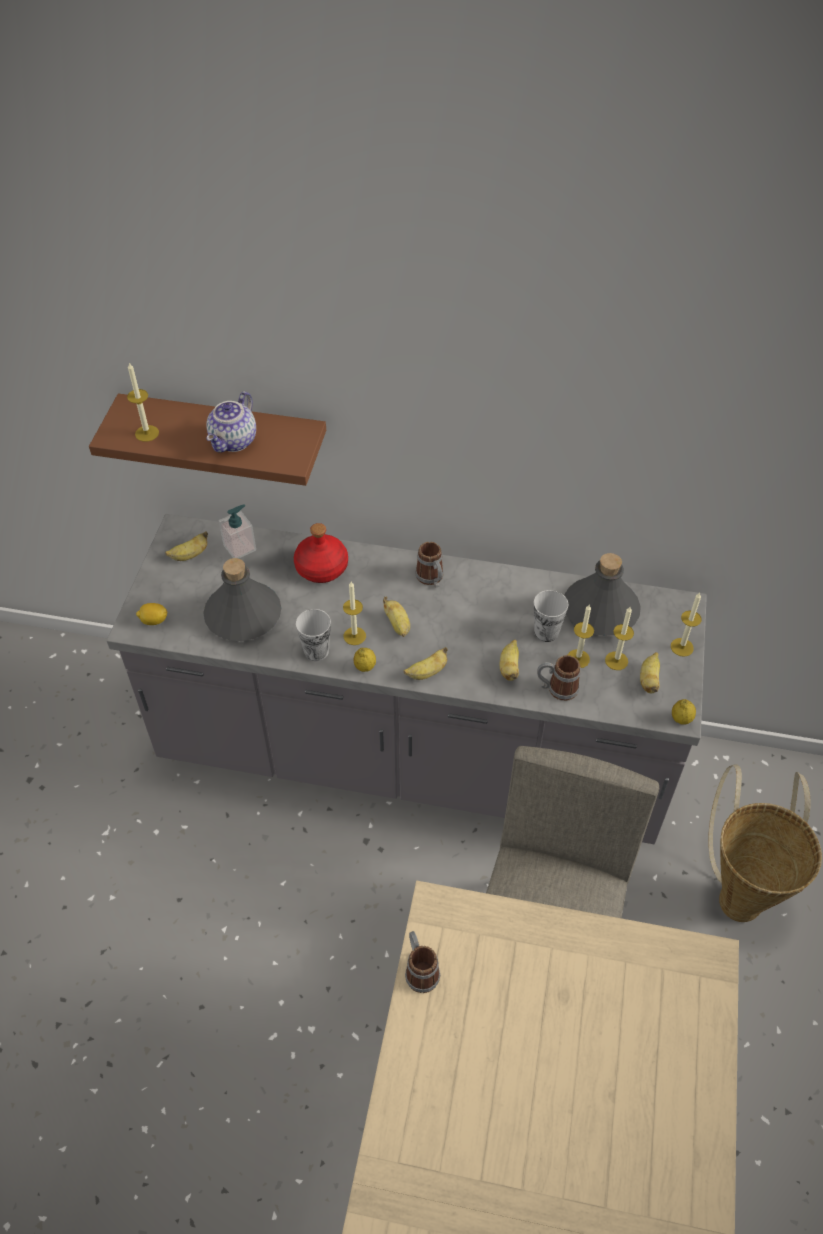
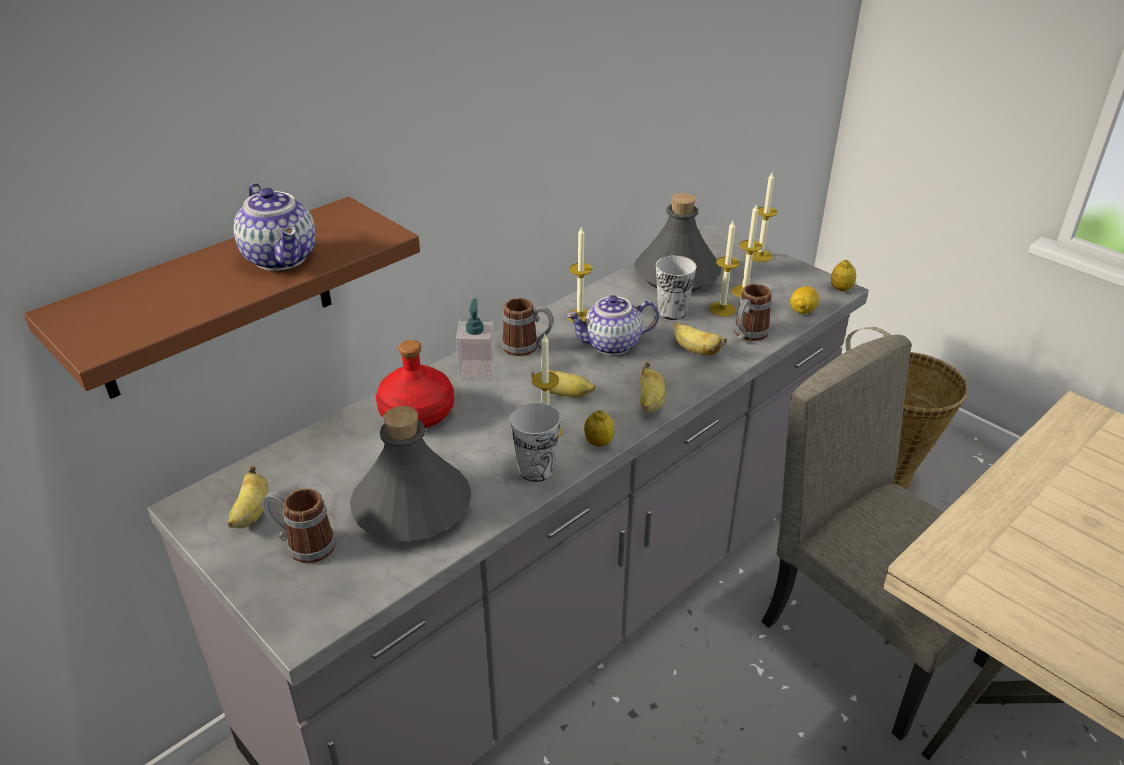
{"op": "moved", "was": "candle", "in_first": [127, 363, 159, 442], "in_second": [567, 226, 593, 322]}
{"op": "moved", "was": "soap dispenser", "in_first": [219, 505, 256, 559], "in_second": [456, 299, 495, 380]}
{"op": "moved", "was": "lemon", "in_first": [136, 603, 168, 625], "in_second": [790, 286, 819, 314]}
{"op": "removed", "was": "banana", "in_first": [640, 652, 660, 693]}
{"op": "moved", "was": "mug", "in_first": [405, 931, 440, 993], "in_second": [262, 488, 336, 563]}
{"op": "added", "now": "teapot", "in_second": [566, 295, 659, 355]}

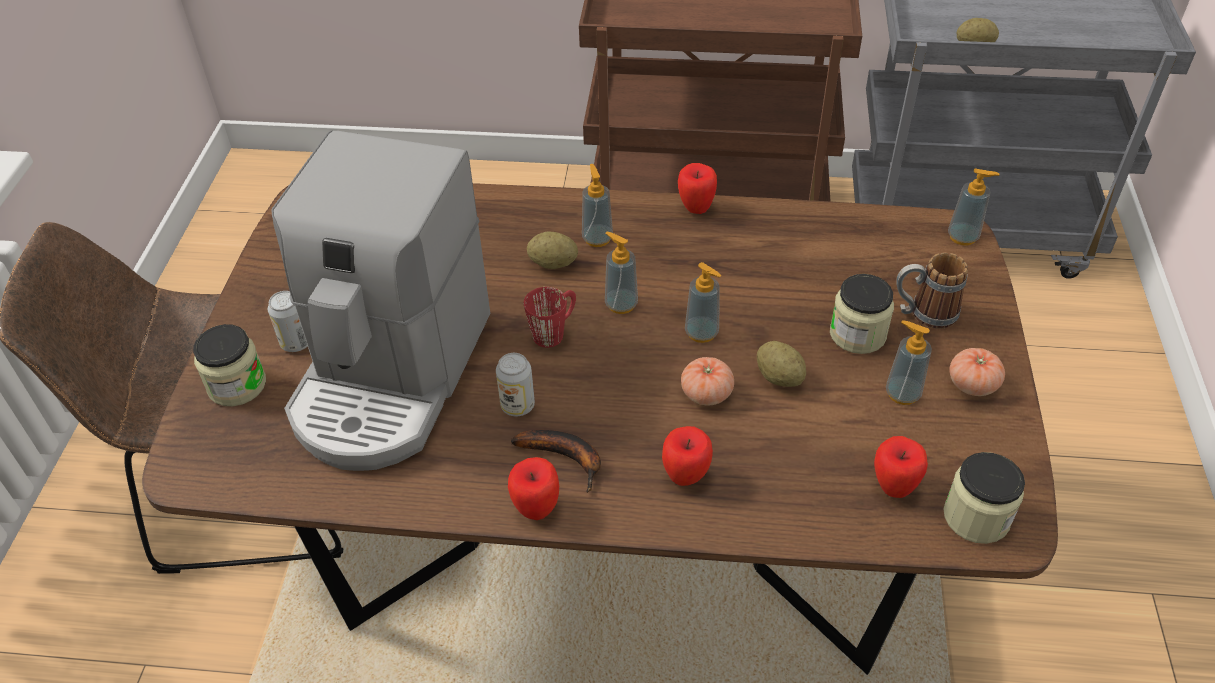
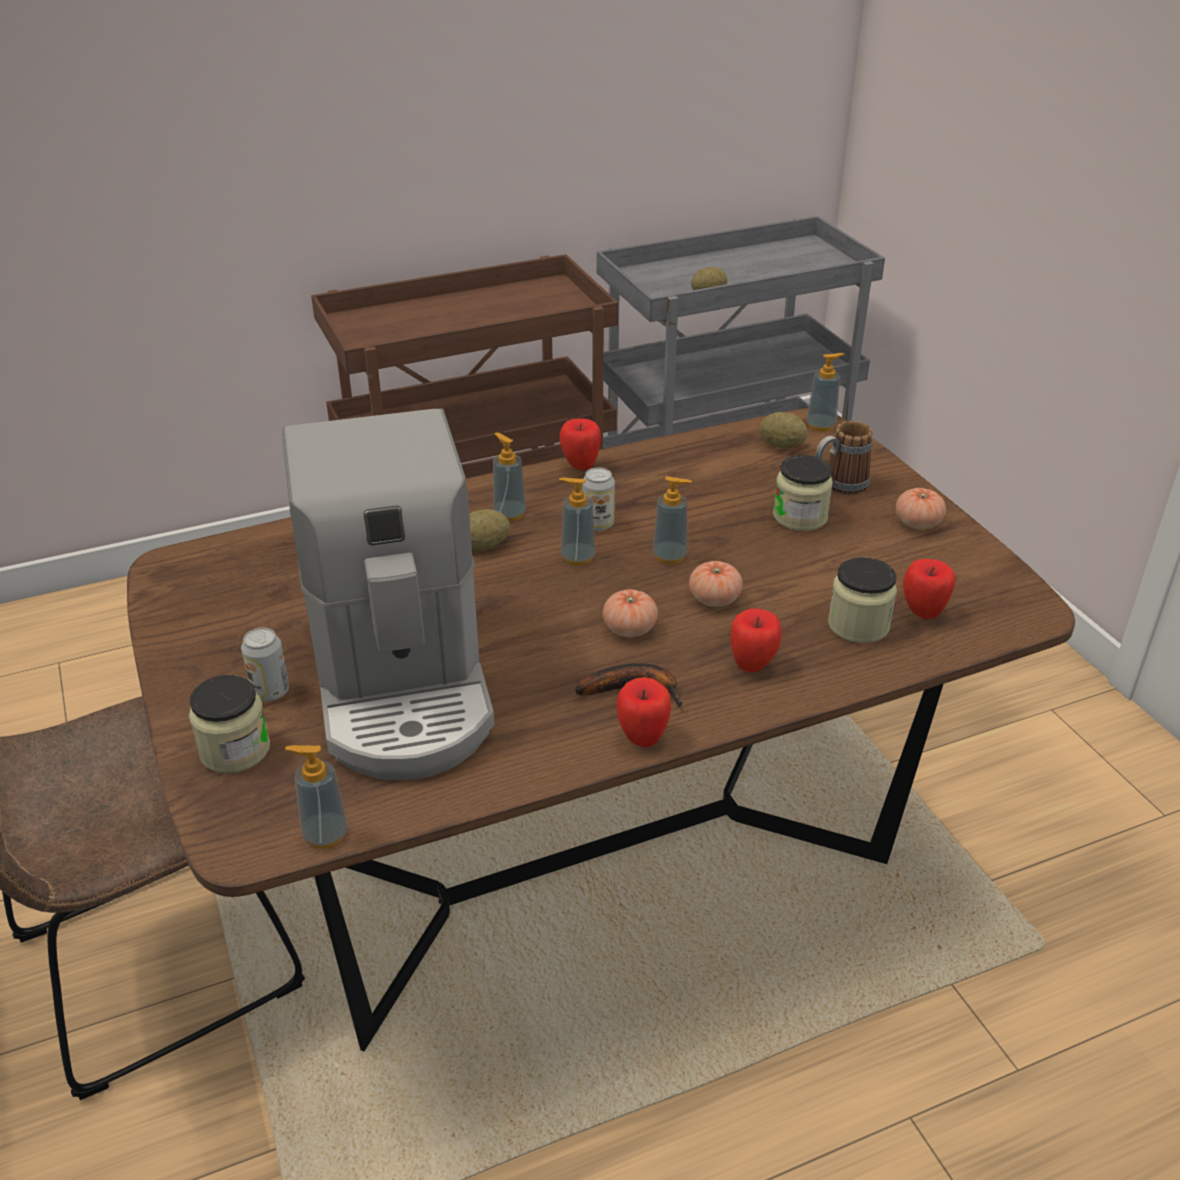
{"op": "removed", "was": "red mug", "in_first": [524, 287, 576, 348]}
{"op": "moved", "was": "soap dispenser", "in_first": [886, 320, 932, 405], "in_second": [285, 745, 348, 849]}
{"op": "moved", "was": "potato", "in_first": [757, 341, 806, 387], "in_second": [759, 412, 808, 449]}
{"op": "moved", "was": "can", "in_first": [496, 353, 535, 416], "in_second": [582, 467, 615, 531]}
{"op": "moved", "was": "jar", "in_first": [944, 452, 1025, 544], "in_second": [828, 557, 897, 643]}
{"op": "added", "now": "tomato", "in_second": [603, 589, 658, 637]}

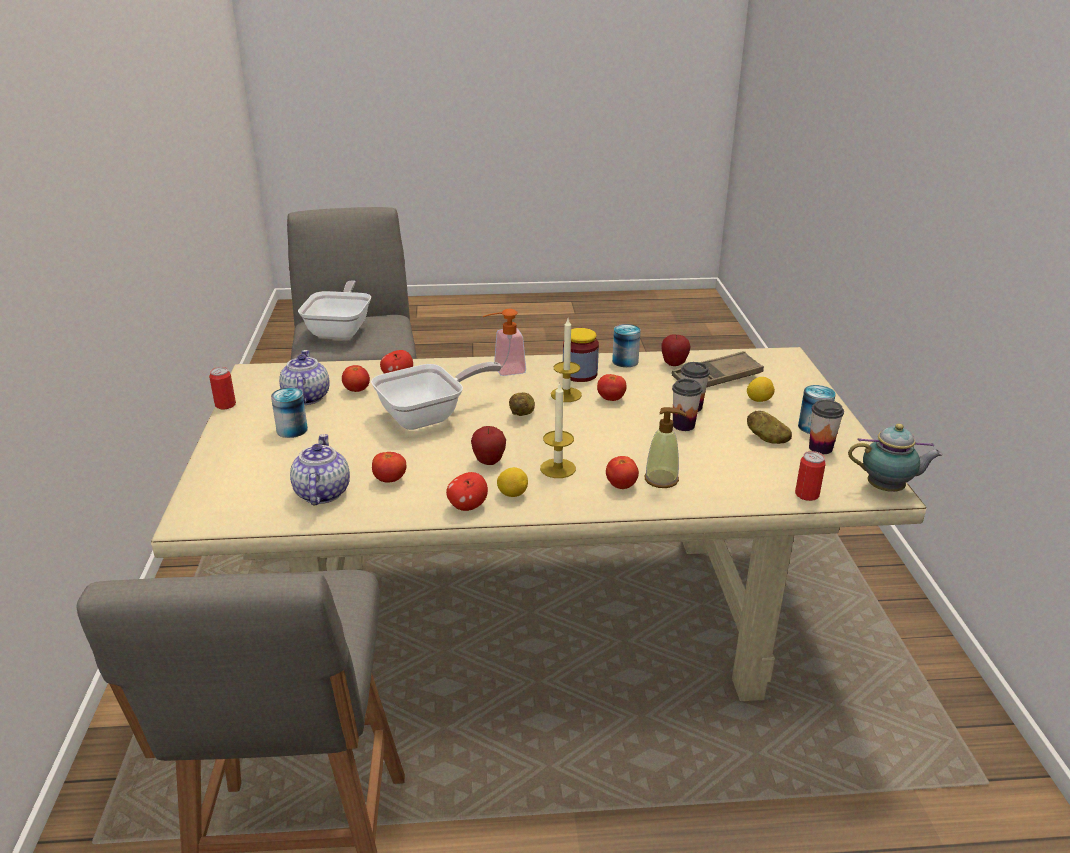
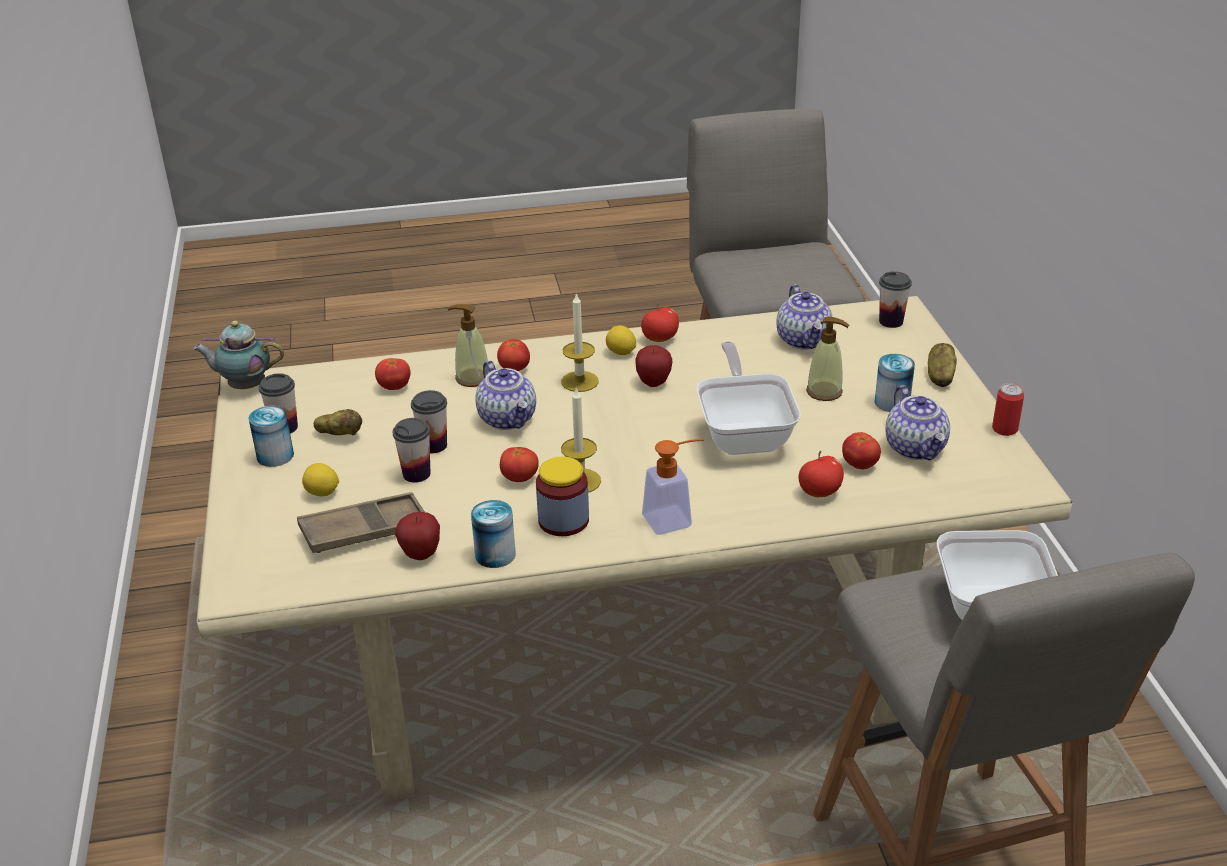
{"op": "turned", "was": "frying pan", "in_first": [371, 362, 502, 430], "in_second": [696, 341, 801, 455], "clockwise": 120}
{"op": "moved", "was": "potato", "in_first": [509, 393, 535, 416], "in_second": [928, 343, 957, 387]}
{"op": "removed", "was": "can", "in_first": [795, 451, 826, 501]}
{"op": "moved", "was": "tomato", "in_first": [372, 452, 406, 483], "in_second": [375, 358, 410, 390]}
{"op": "added", "now": "cup", "in_second": [879, 271, 912, 328]}
{"op": "added", "now": "soap dispenser", "in_second": [806, 317, 849, 401]}
{"op": "added", "now": "teapot", "in_second": [475, 361, 536, 430]}

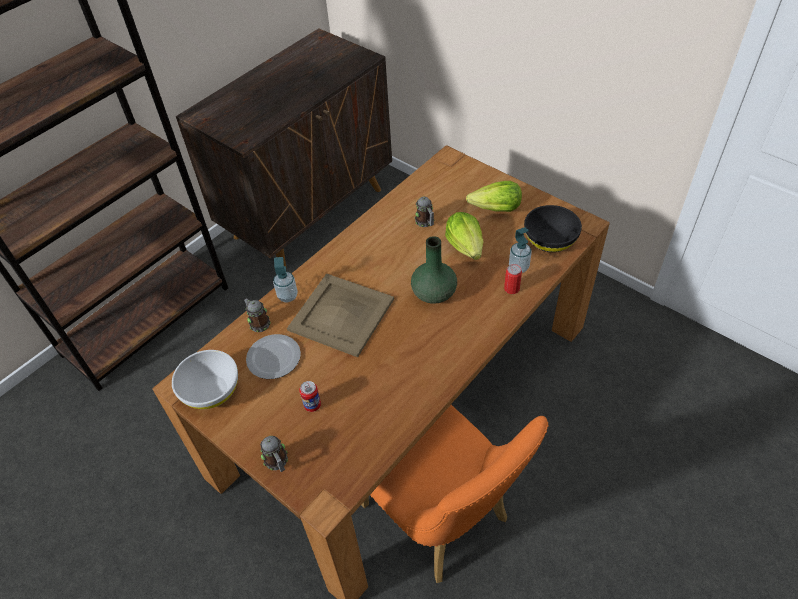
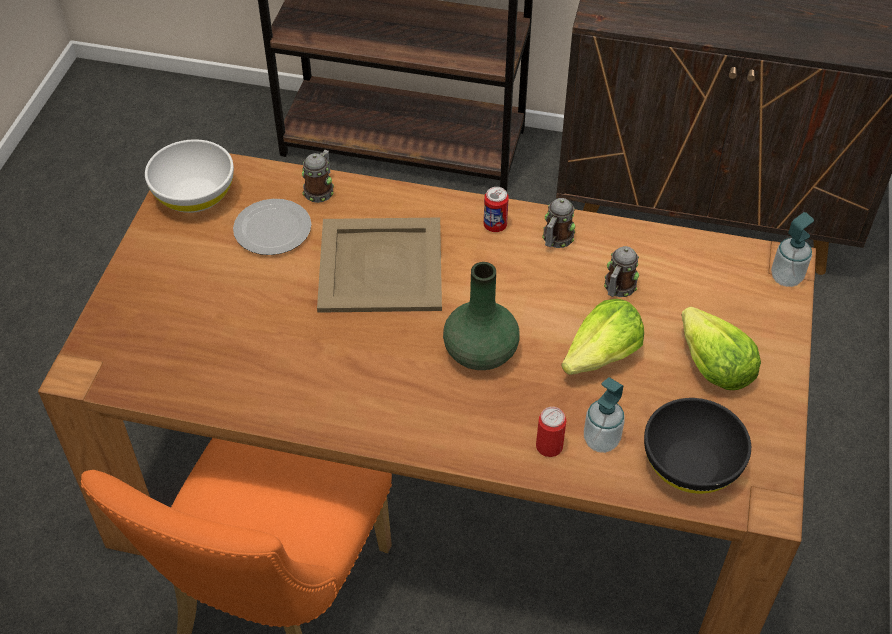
{"op": "moved", "was": "soap dispenser", "in_first": [273, 257, 298, 302], "in_second": [771, 212, 814, 287]}
{"op": "moved", "was": "can", "in_first": [299, 381, 321, 412], "in_second": [484, 187, 509, 232]}
{"op": "moved", "was": "mug", "in_first": [260, 436, 288, 472], "in_second": [542, 198, 575, 248]}

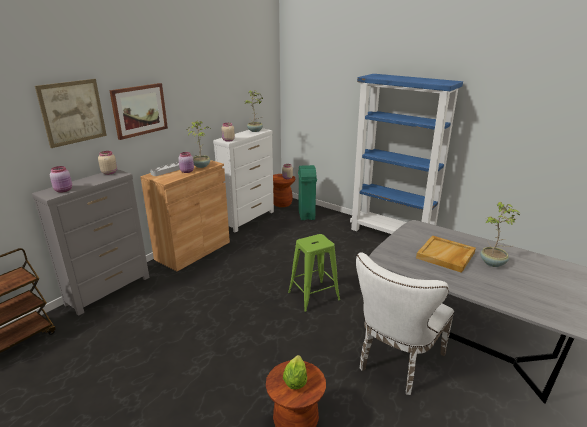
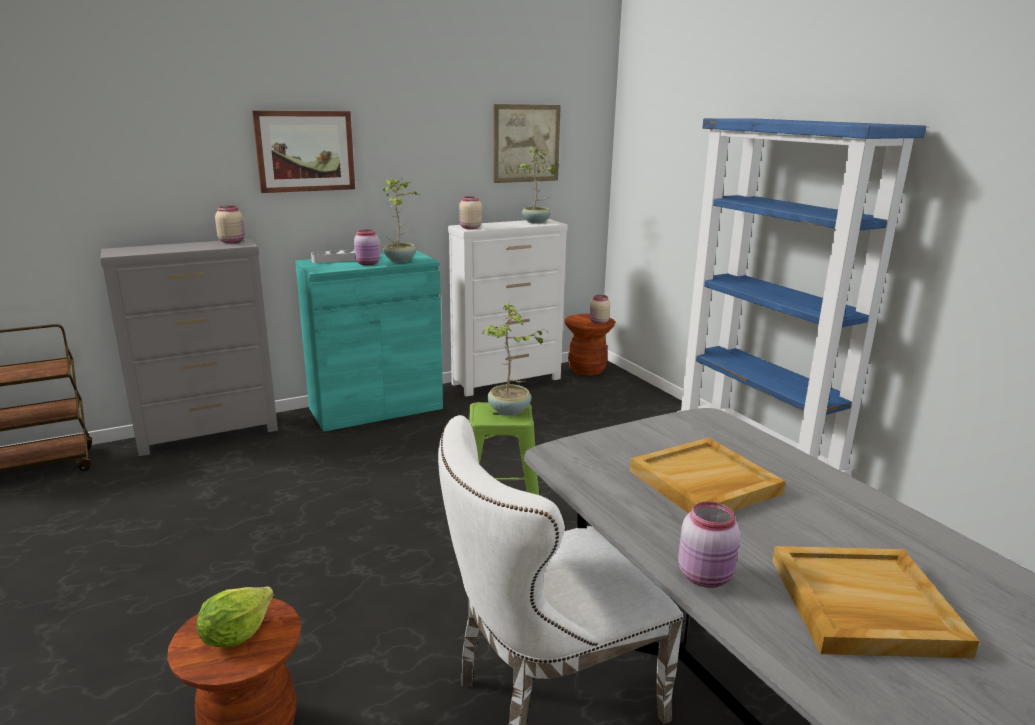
{"op": "moved", "was": "picture", "in_first": [35, 79, 107, 148], "in_second": [493, 104, 561, 183]}
{"op": "recoloured", "was": "brown cabinet", "now": "turquoise cabinet", "in_first": [140, 160, 230, 271], "in_second": [295, 250, 443, 432]}
{"op": "removed", "was": "green trash can", "in_first": [298, 165, 317, 220]}
{"op": "moved", "was": "pink jar", "in_first": [50, 166, 72, 193], "in_second": [678, 501, 740, 588]}
{"op": "moved", "was": "potted plant", "in_first": [480, 202, 520, 267], "in_second": [483, 303, 544, 416]}
{"op": "added", "now": "beige tray", "in_second": [772, 546, 980, 658]}

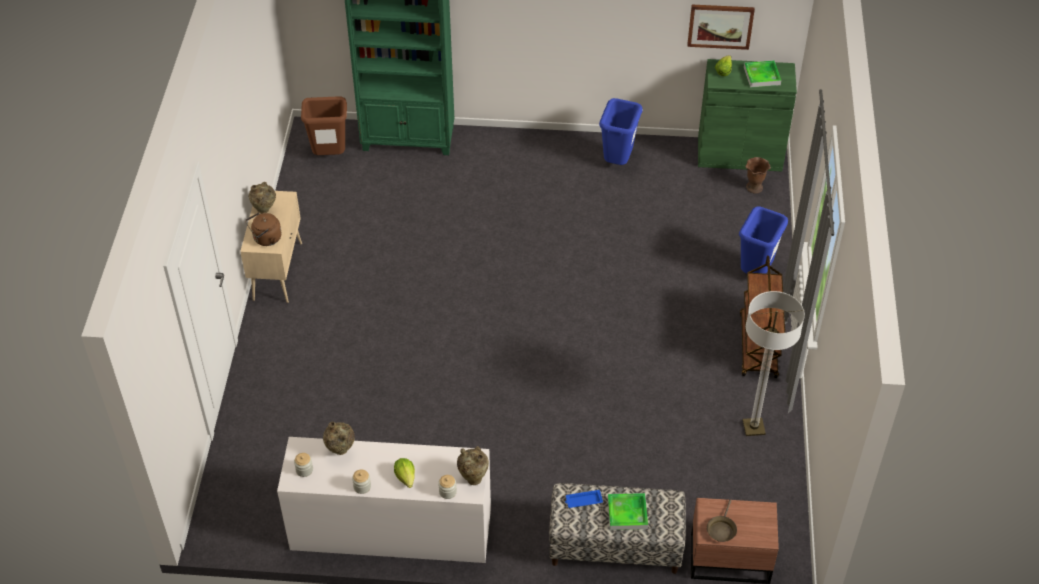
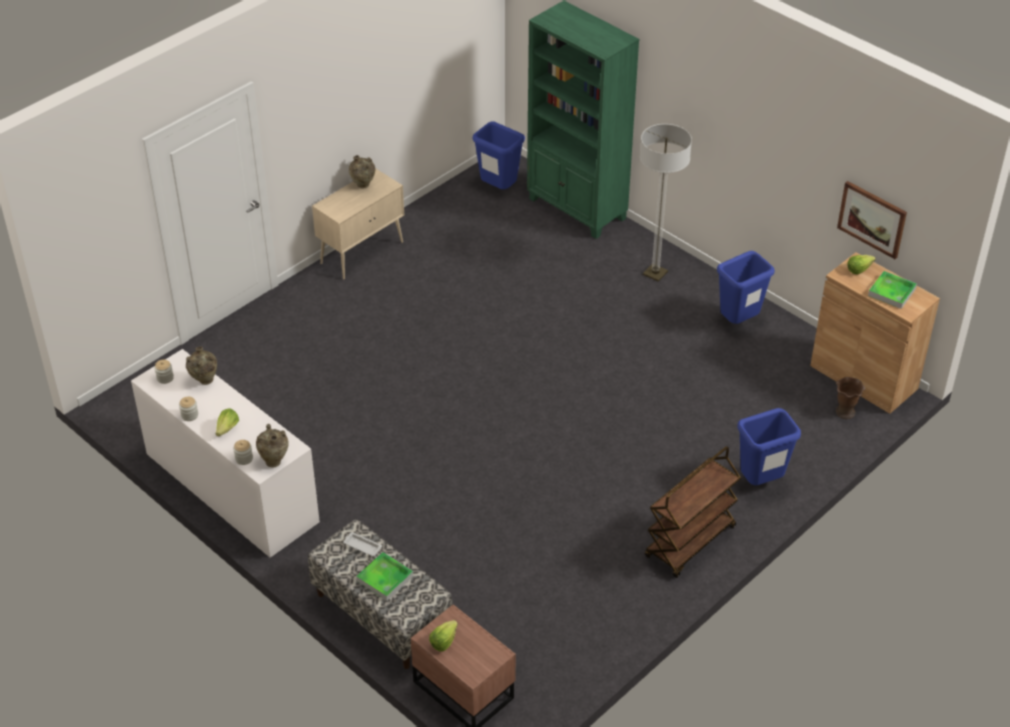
{"op": "recoloured", "was": "green cabinet", "now": "brown cabinet", "in_first": [698, 59, 797, 172], "in_second": [810, 252, 940, 414]}
{"op": "recoloured", "was": "brown trash can", "now": "blue trash can", "in_first": [301, 96, 347, 155], "in_second": [473, 122, 525, 189]}
{"op": "removed", "was": "brown kettle", "in_first": [245, 212, 282, 246]}
{"op": "moved", "was": "floor lamp", "in_first": [742, 291, 805, 436], "in_second": [640, 124, 692, 282]}
{"op": "recoloured", "was": "blue tray", "now": "white tray", "in_first": [565, 490, 603, 508], "in_second": [343, 532, 382, 557]}
{"op": "replaced", "was": "brown frying pan", "now": "lettuce", "in_first": [707, 500, 737, 542], "in_second": [429, 620, 458, 651]}

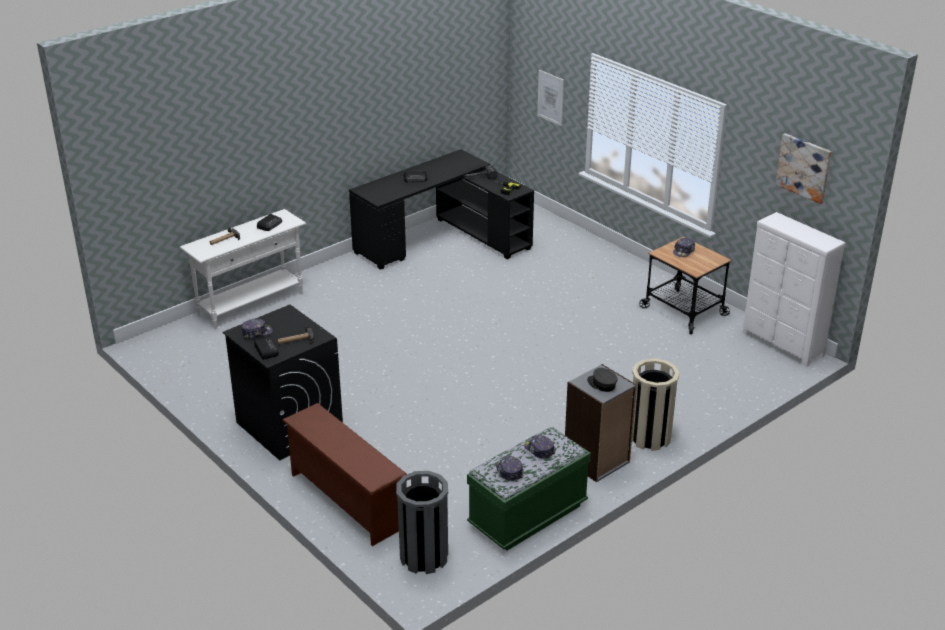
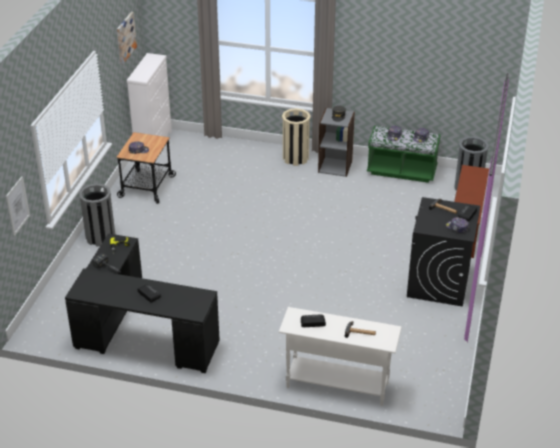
{"op": "added", "now": "grey trash can", "in_second": [79, 184, 115, 247]}

